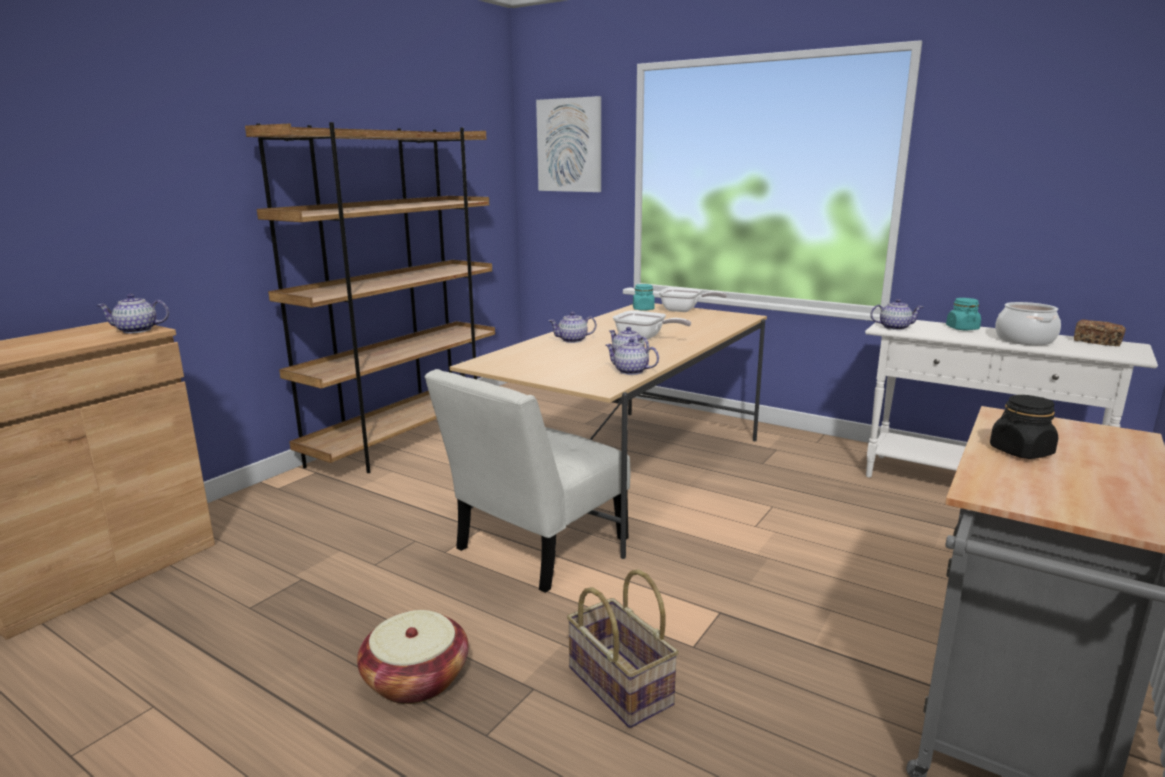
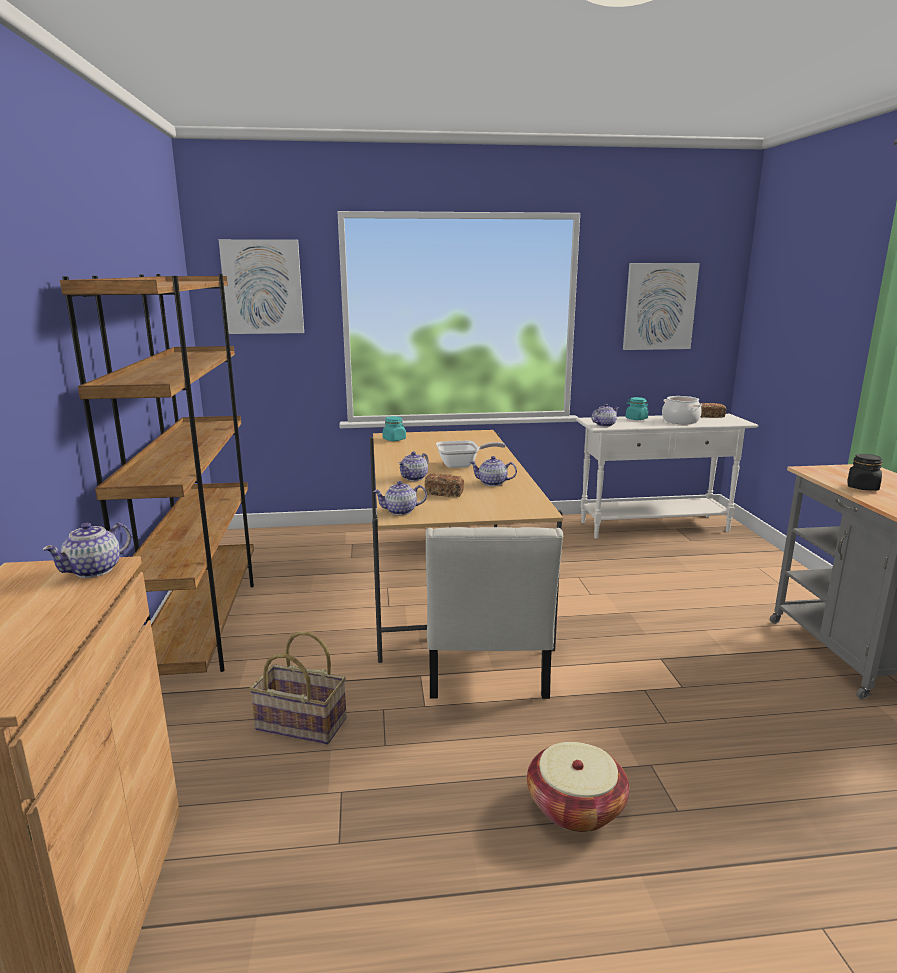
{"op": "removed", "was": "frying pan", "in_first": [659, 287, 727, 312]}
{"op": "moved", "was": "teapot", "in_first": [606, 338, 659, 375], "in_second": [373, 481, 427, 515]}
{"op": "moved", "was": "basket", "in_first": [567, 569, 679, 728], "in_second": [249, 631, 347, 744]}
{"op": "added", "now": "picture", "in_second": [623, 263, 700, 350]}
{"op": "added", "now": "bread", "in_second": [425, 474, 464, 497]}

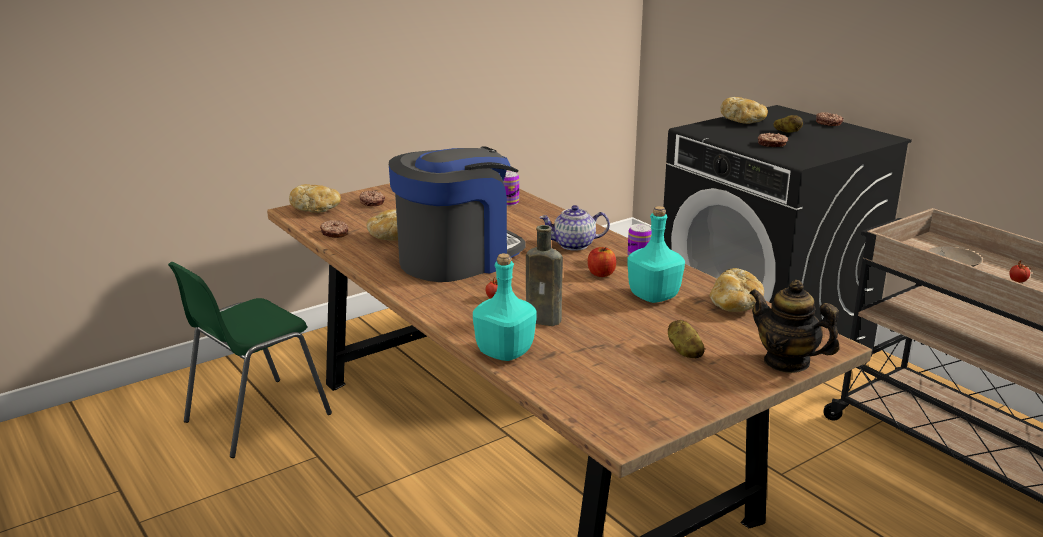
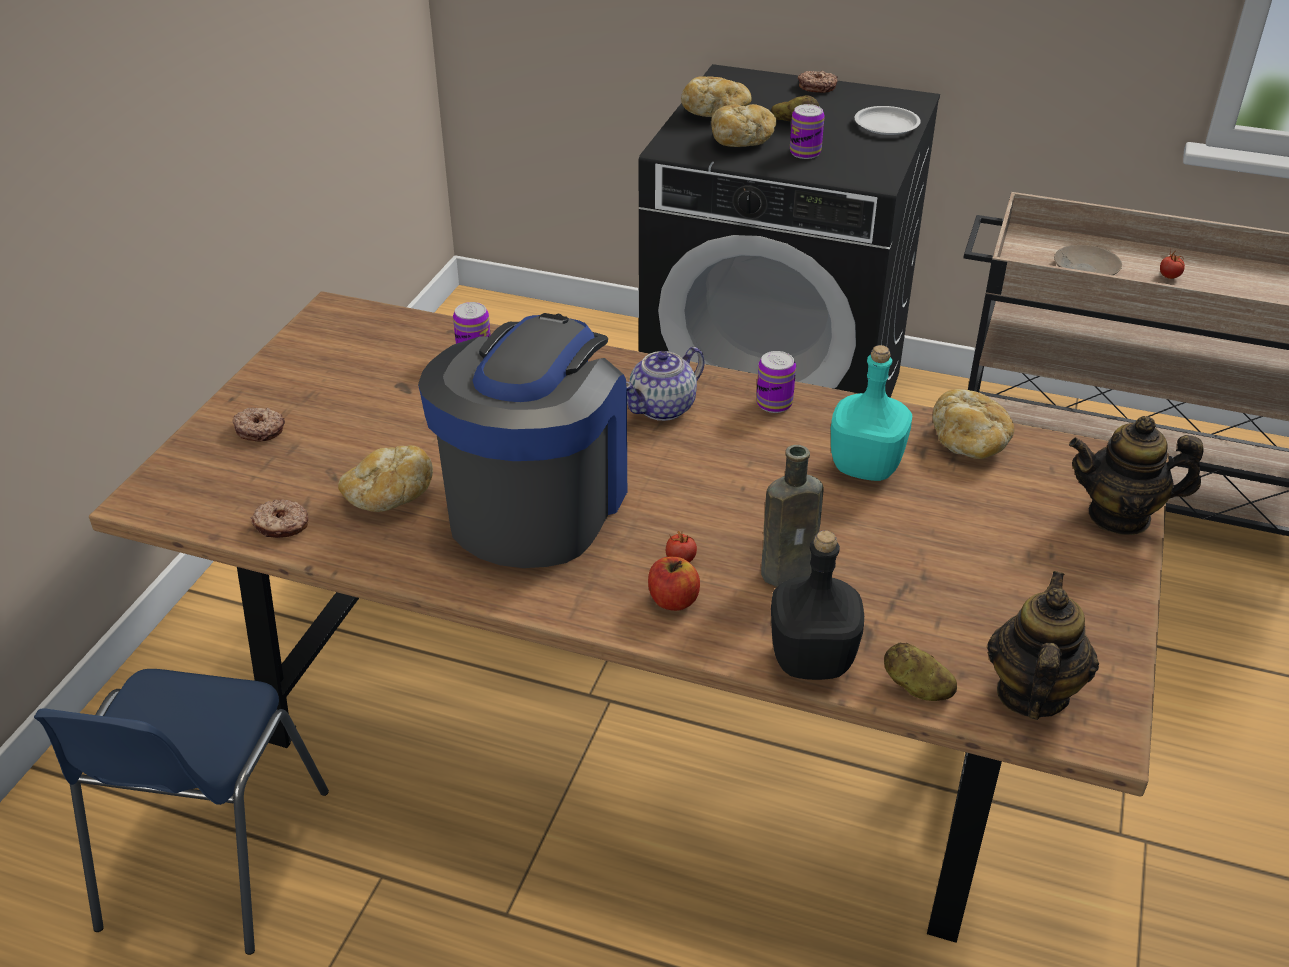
{"op": "replaced", "was": "donut", "now": "can", "in_first": [758, 133, 788, 147], "in_second": [790, 104, 825, 159]}
{"op": "moved", "was": "bread", "in_first": [289, 184, 341, 213], "in_second": [711, 104, 777, 147]}
{"op": "moved", "was": "apple", "in_first": [588, 247, 616, 277], "in_second": [648, 556, 700, 611]}
{"op": "recoloured", "was": "turquoise bottle", "now": "black bottle", "in_first": [473, 253, 537, 361], "in_second": [771, 530, 864, 680]}
{"op": "recoloured", "was": "green chair", "now": "blue chair", "in_first": [168, 262, 332, 458], "in_second": [34, 669, 329, 955]}
{"op": "moved", "was": "potato", "in_first": [668, 320, 705, 358], "in_second": [884, 643, 957, 701]}
{"op": "added", "now": "white plate", "in_second": [854, 106, 921, 135]}
{"op": "added", "now": "teapot", "in_second": [987, 571, 1099, 720]}

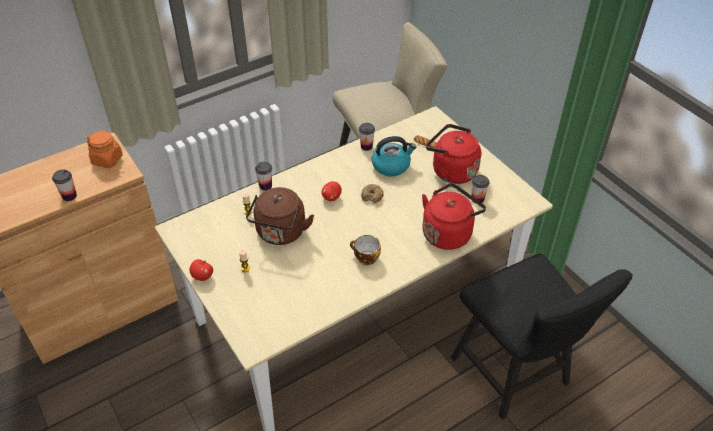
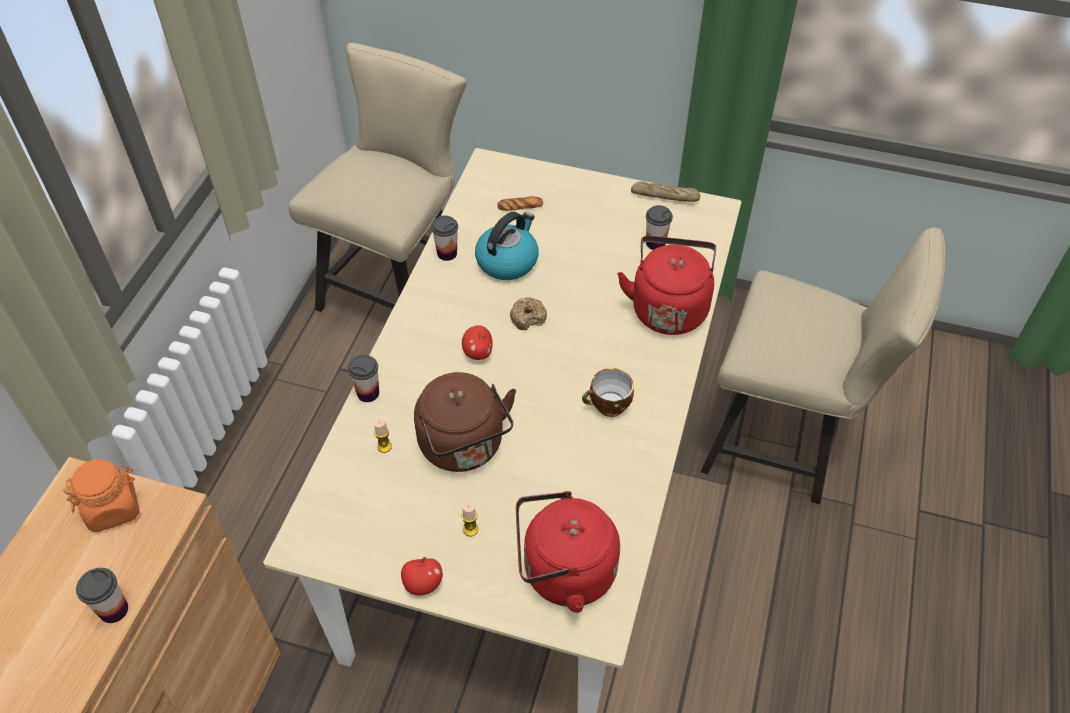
{"op": "moved", "was": "red kettle", "in_first": [426, 124, 481, 184], "in_second": [516, 491, 620, 613]}
{"op": "recoloured", "was": "black chair", "now": "beige chair", "in_first": [451, 254, 633, 420], "in_second": [701, 228, 945, 504]}
{"op": "added", "now": "bread", "in_second": [631, 181, 700, 202]}

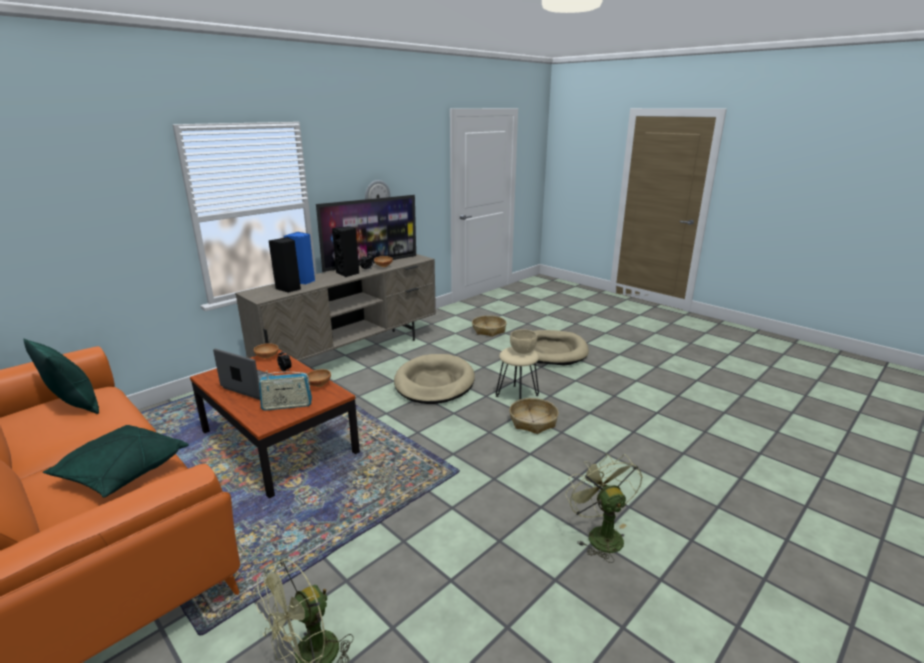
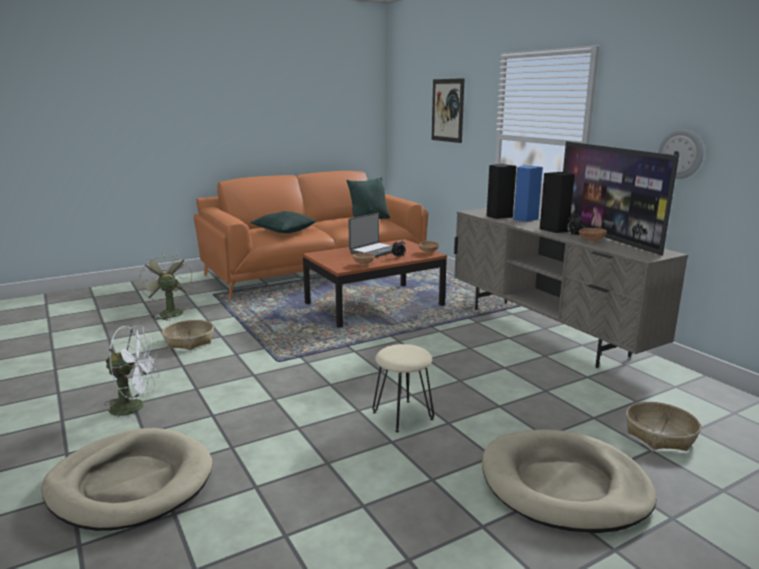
{"op": "removed", "was": "beige bowl", "in_first": [510, 329, 537, 354]}
{"op": "moved", "was": "beige dog bed", "in_first": [394, 354, 475, 404], "in_second": [42, 428, 212, 531]}
{"op": "removed", "was": "radio", "in_first": [259, 371, 312, 411]}
{"op": "moved", "was": "basket", "in_first": [509, 398, 559, 434], "in_second": [162, 320, 214, 350]}
{"op": "recoloured", "was": "green fan", "now": "white fan", "in_first": [565, 453, 643, 563], "in_second": [104, 326, 159, 422]}
{"op": "added", "now": "picture", "in_second": [432, 78, 465, 143]}

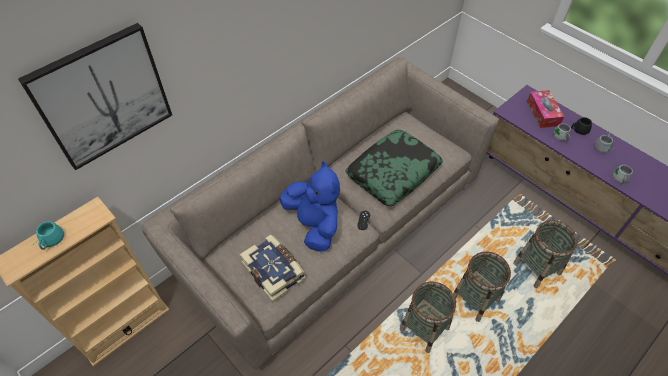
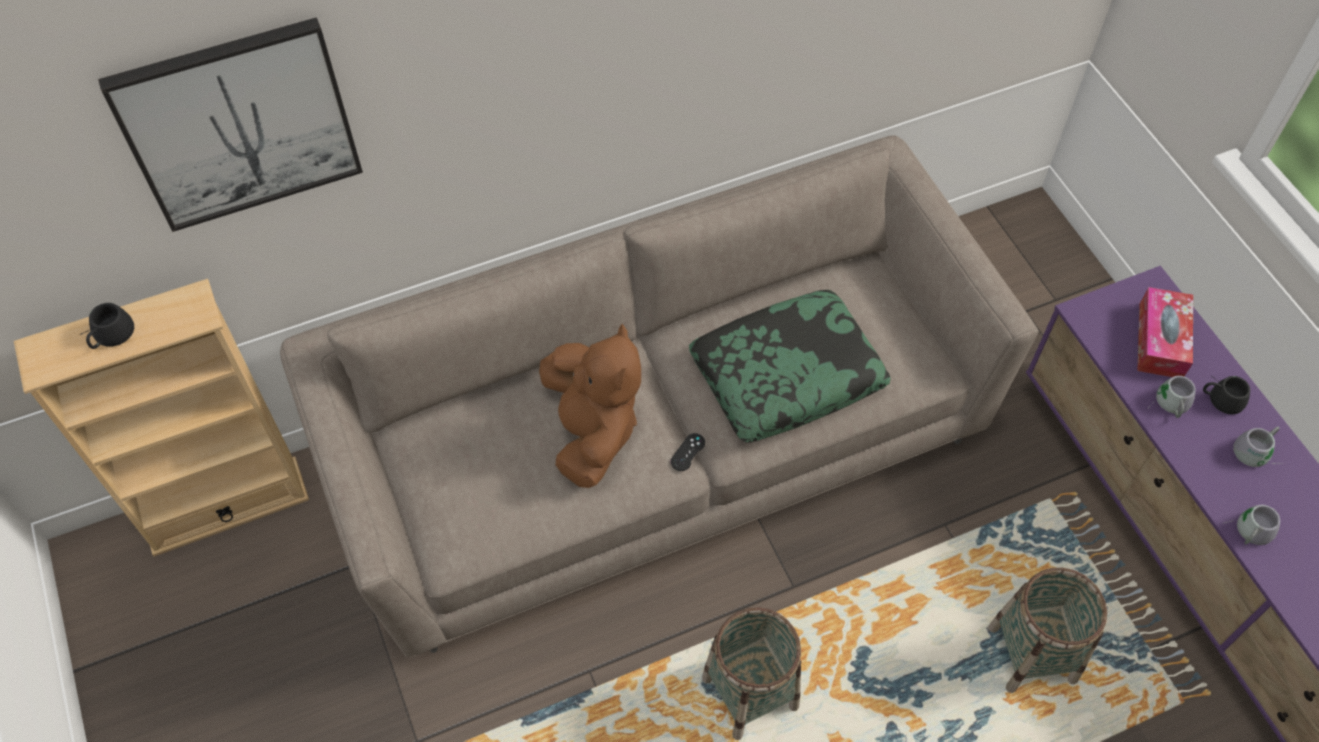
{"op": "recoloured", "was": "blue plush toy", "now": "brown plush toy", "in_first": [280, 161, 340, 252], "in_second": [539, 324, 641, 488]}
{"op": "recoloured", "was": "turquoise mug", "now": "black mug", "in_first": [36, 221, 64, 250], "in_second": [80, 303, 134, 349]}
{"op": "removed", "was": "book", "in_first": [239, 234, 305, 303]}
{"op": "removed", "was": "basket", "in_first": [453, 251, 511, 322]}

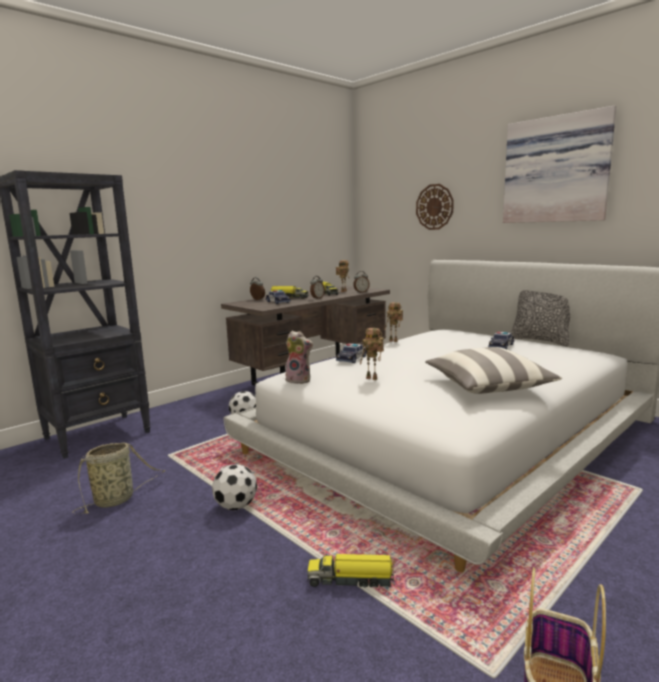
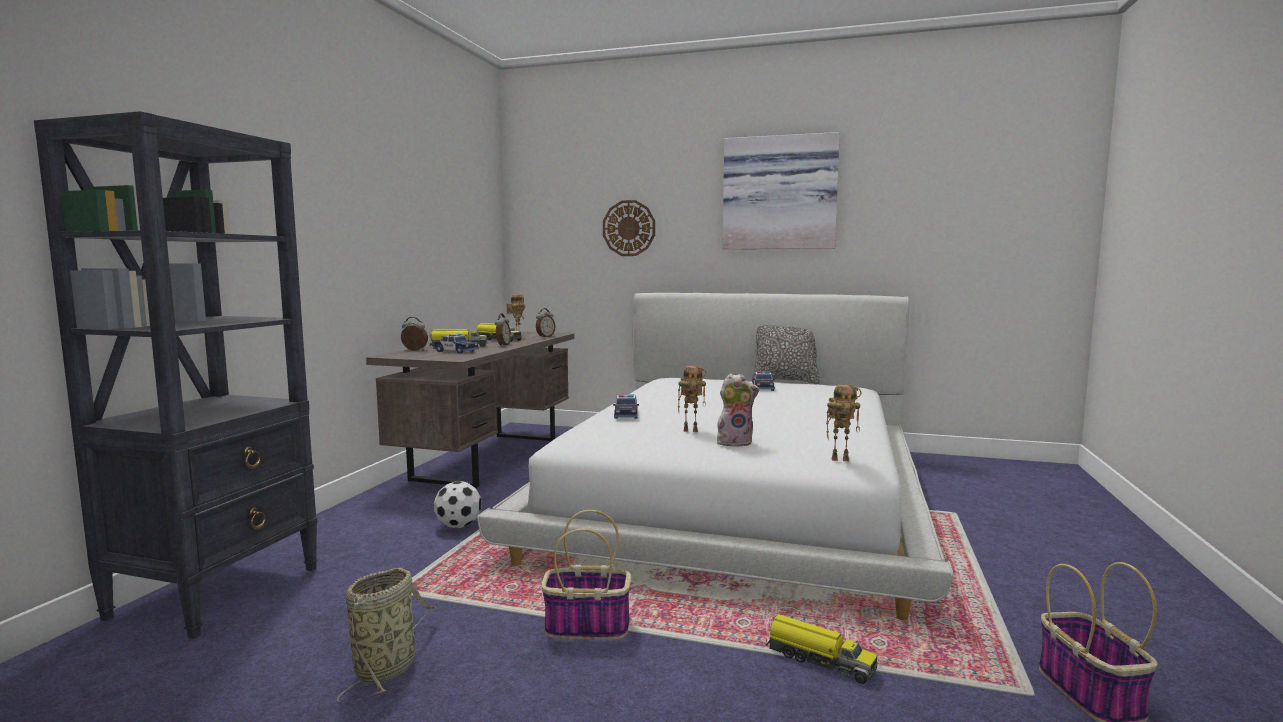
{"op": "moved", "was": "toy robot", "in_first": [384, 302, 403, 342], "in_second": [826, 384, 862, 461]}
{"op": "moved", "was": "plush toy", "in_first": [285, 331, 313, 384], "in_second": [717, 373, 760, 447]}
{"op": "removed", "was": "pillow", "in_first": [425, 347, 562, 394]}
{"op": "replaced", "was": "football", "now": "basket", "in_first": [212, 464, 257, 510], "in_second": [541, 510, 631, 640]}
{"op": "turned", "was": "toy truck", "in_first": [308, 554, 396, 588], "in_second": [766, 614, 877, 684], "clockwise": -120}

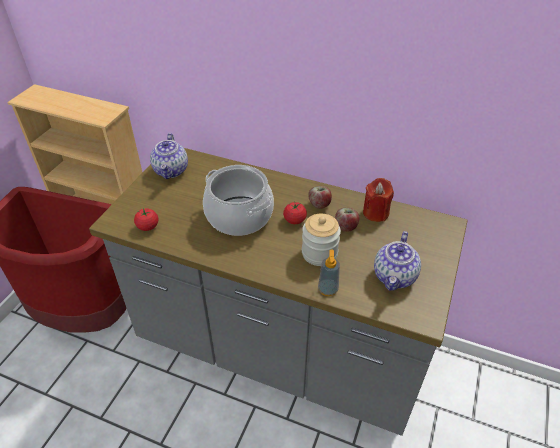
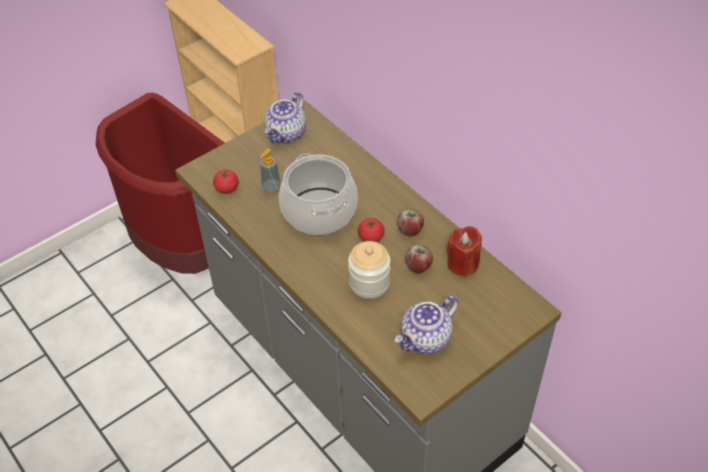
{"op": "moved", "was": "soap dispenser", "in_first": [318, 250, 340, 296], "in_second": [260, 148, 281, 194]}

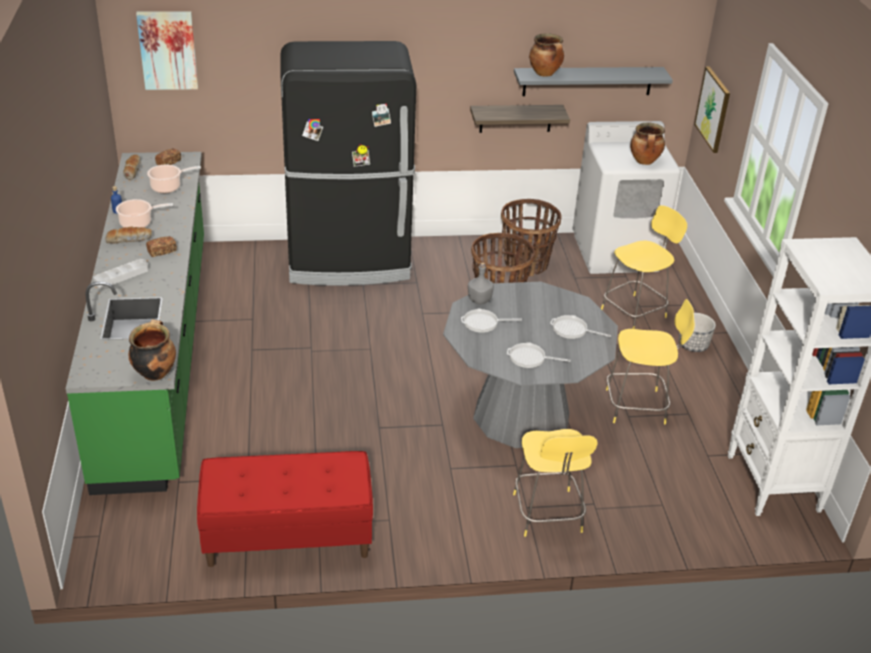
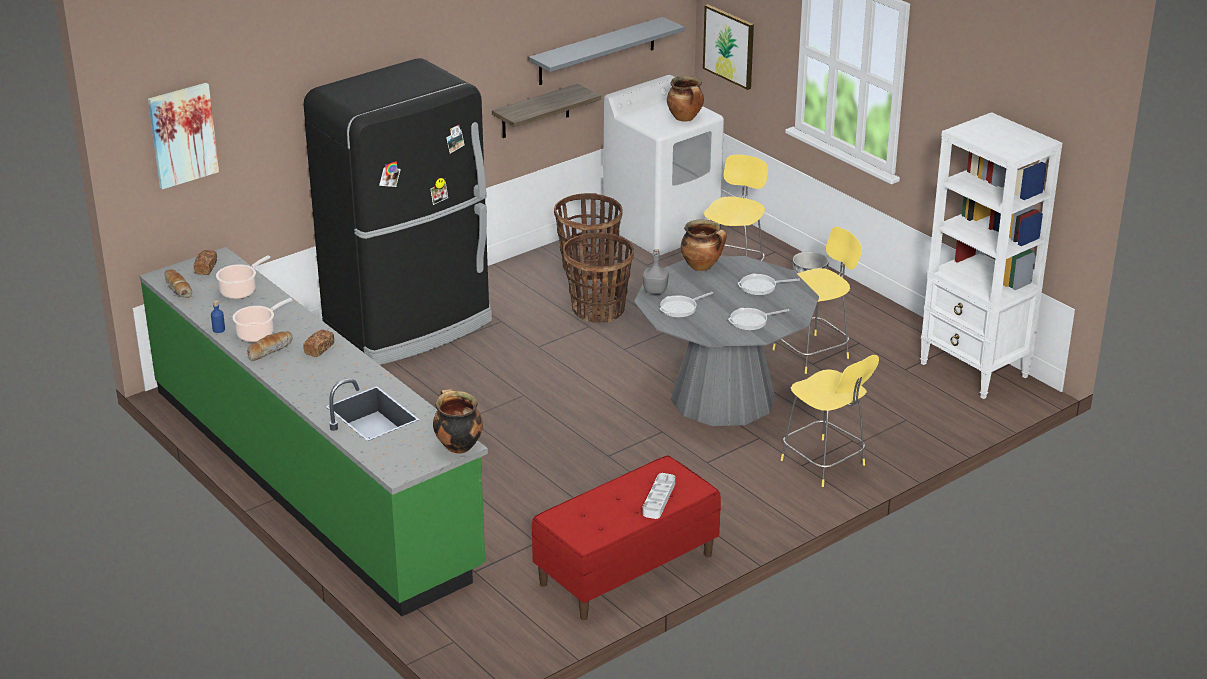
{"op": "moved", "was": "cooking pot", "in_first": [529, 33, 564, 77], "in_second": [681, 220, 727, 271]}
{"op": "moved", "was": "grey tray", "in_first": [93, 259, 149, 289], "in_second": [643, 473, 675, 519]}

